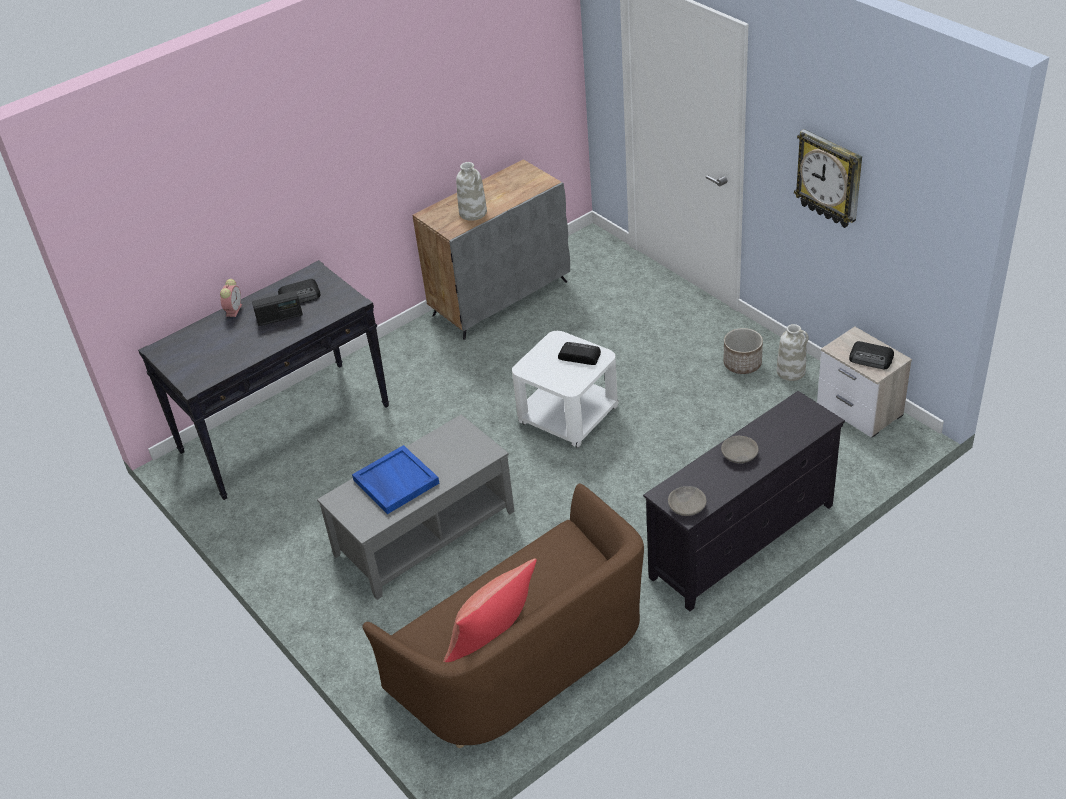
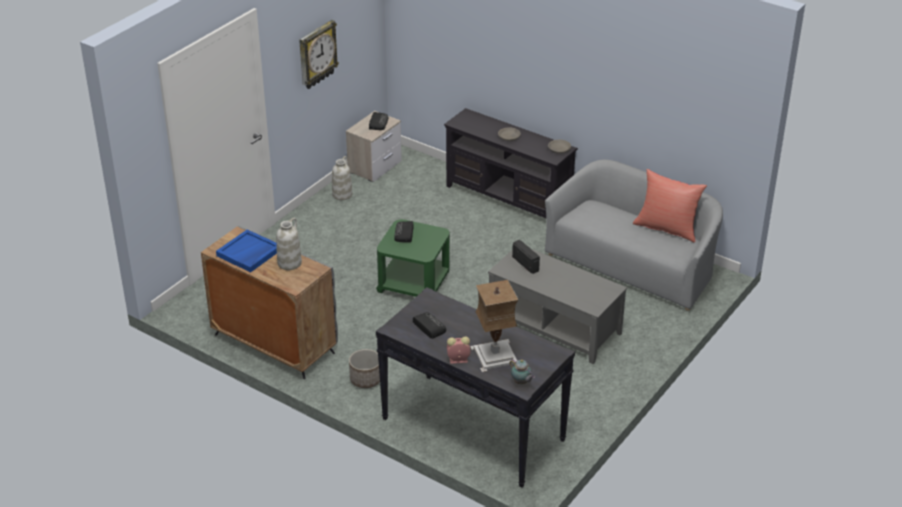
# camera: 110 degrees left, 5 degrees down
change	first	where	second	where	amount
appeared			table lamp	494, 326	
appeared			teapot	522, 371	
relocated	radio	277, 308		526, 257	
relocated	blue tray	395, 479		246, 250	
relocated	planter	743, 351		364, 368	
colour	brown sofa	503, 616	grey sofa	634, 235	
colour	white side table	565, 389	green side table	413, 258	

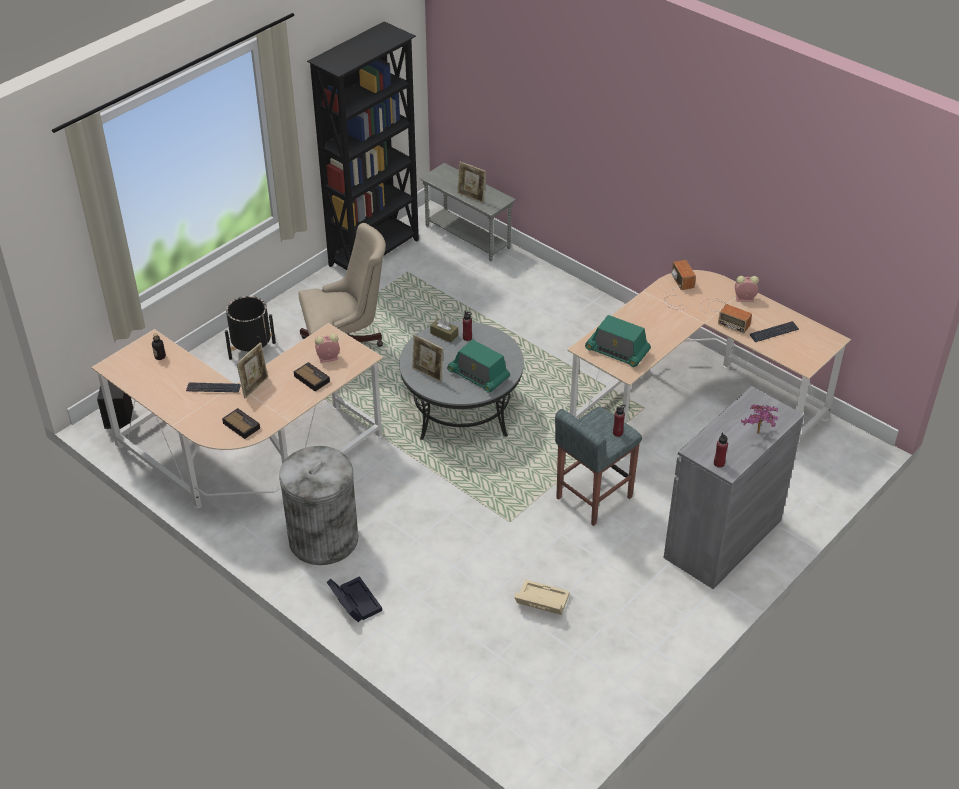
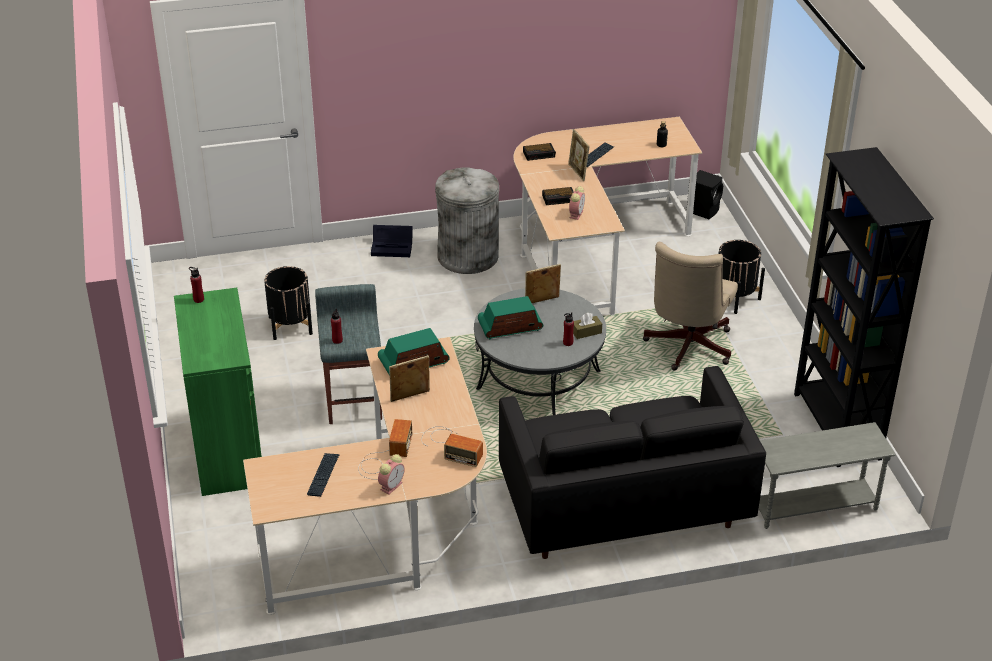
# camera: 125 degrees right, 5 degrees down
change	first	where	second	where	amount
missing	potted plant	759, 418			
appeared			black sofa	632, 462	
relocated	picture frame	471, 182		409, 378	
exchanged	beige storage box	542, 597	black planter	288, 303	
colour	grey cabinet	734, 487	green cabinet	218, 392	
spun	radio	726, 316		385, 449	120 degrees clockwise

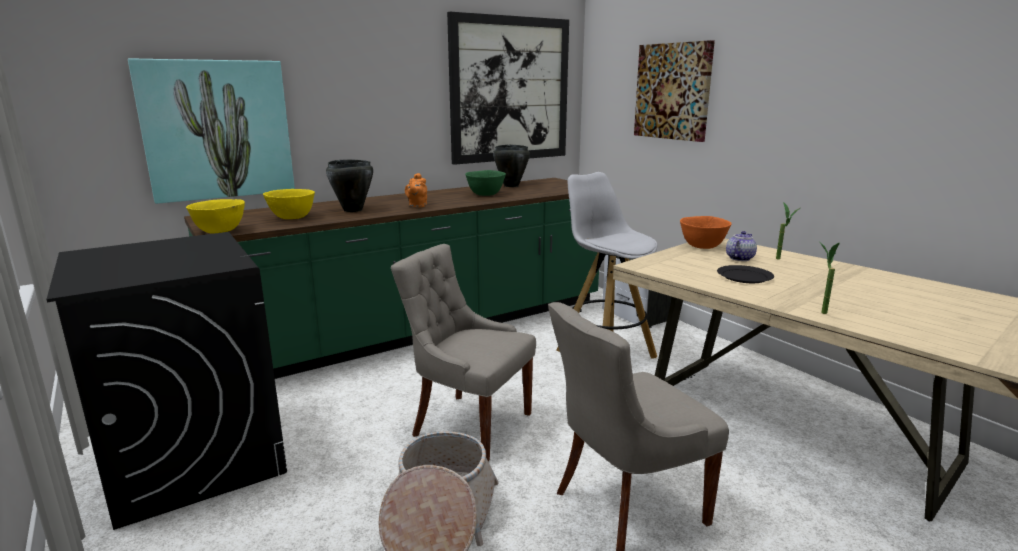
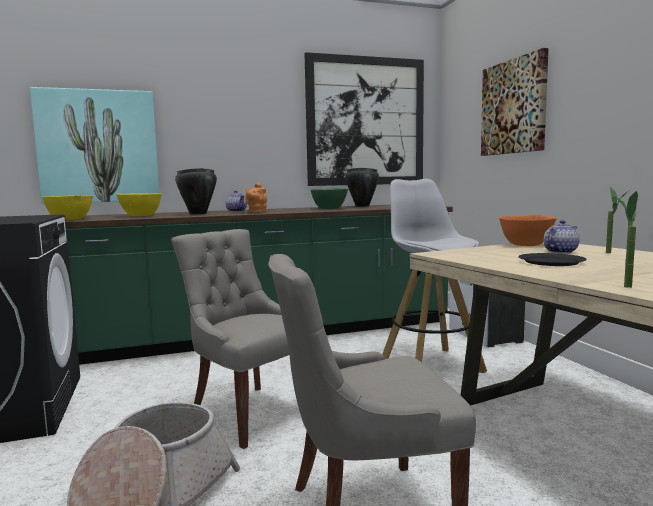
# camera: 15 degrees right, 10 degrees down
change	first	where	second	where	amount
appeared			teapot	236, 201	

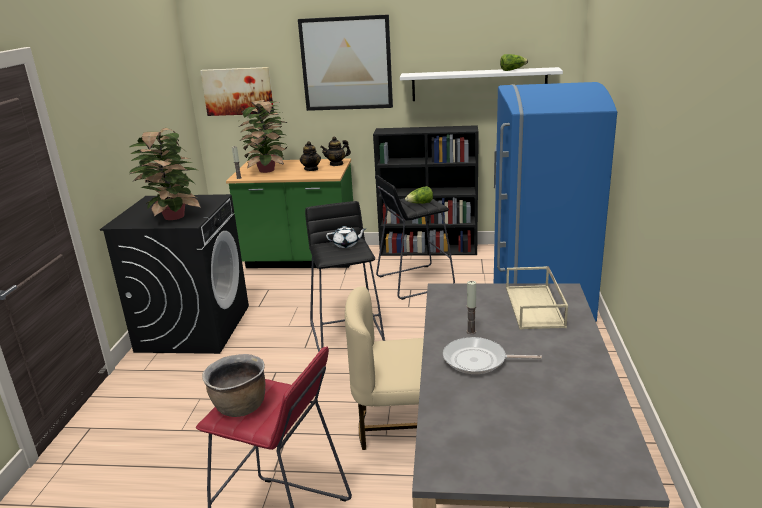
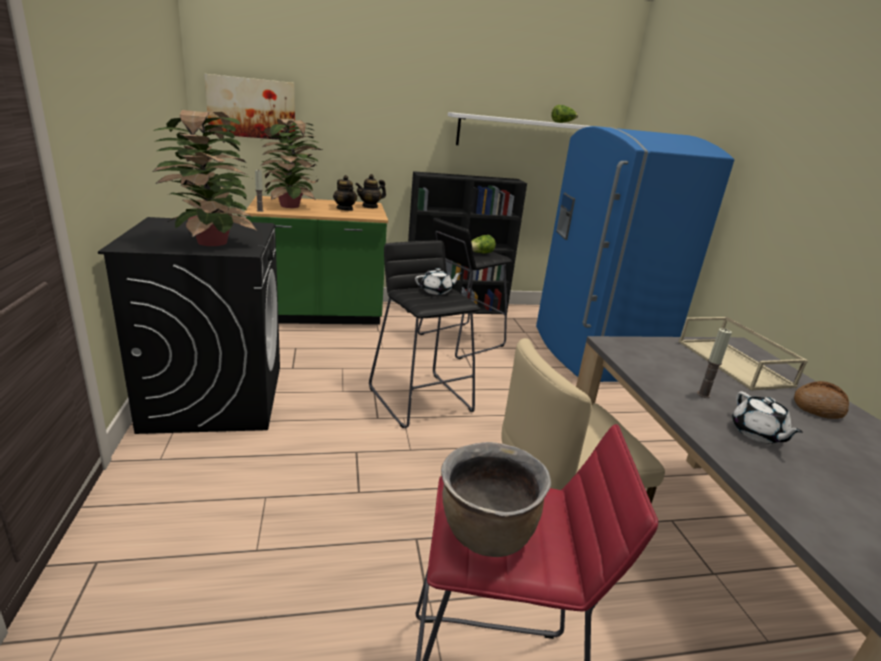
# camera: 20 degrees left, 0 degrees up
change	first	where	second	where	amount
missing	picture	345, 62			
appeared			bread	821, 400	
exchanged	frying pan	492, 355	white teapot	767, 417	

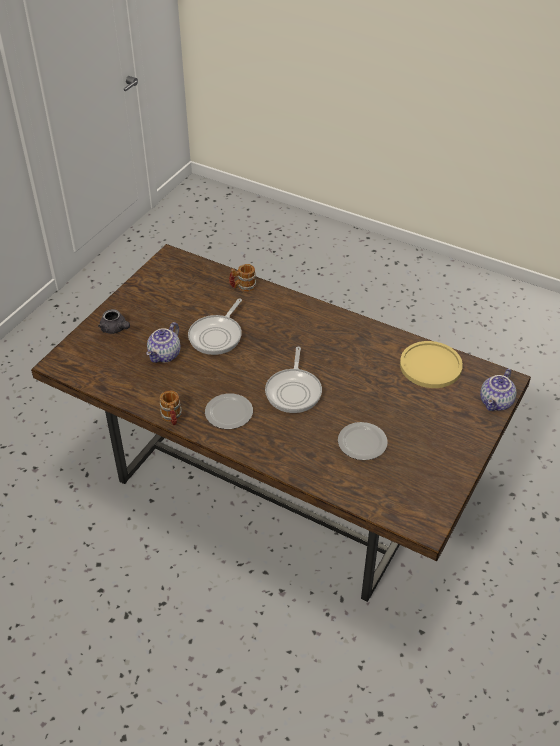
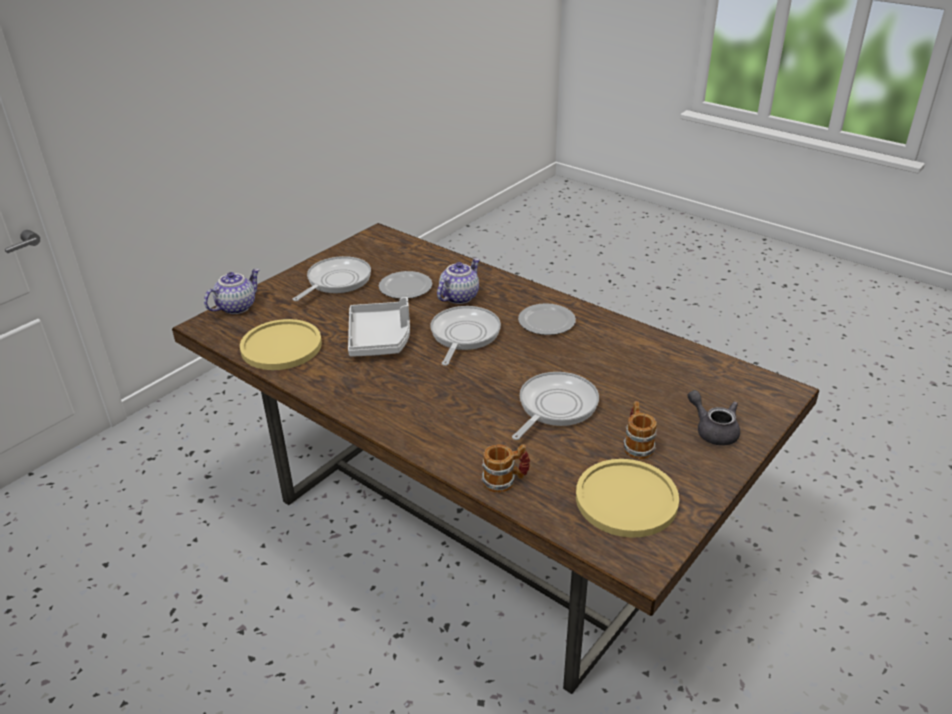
# camera: 170 degrees left, 10 degrees down
change	first	where	second	where	amount
appeared			frying pan	332, 278	
appeared			grey tray	379, 327	
appeared			yellow plate	627, 498	
relocated	teapot	163, 342		458, 281	
relocated	mug	171, 407		640, 430	

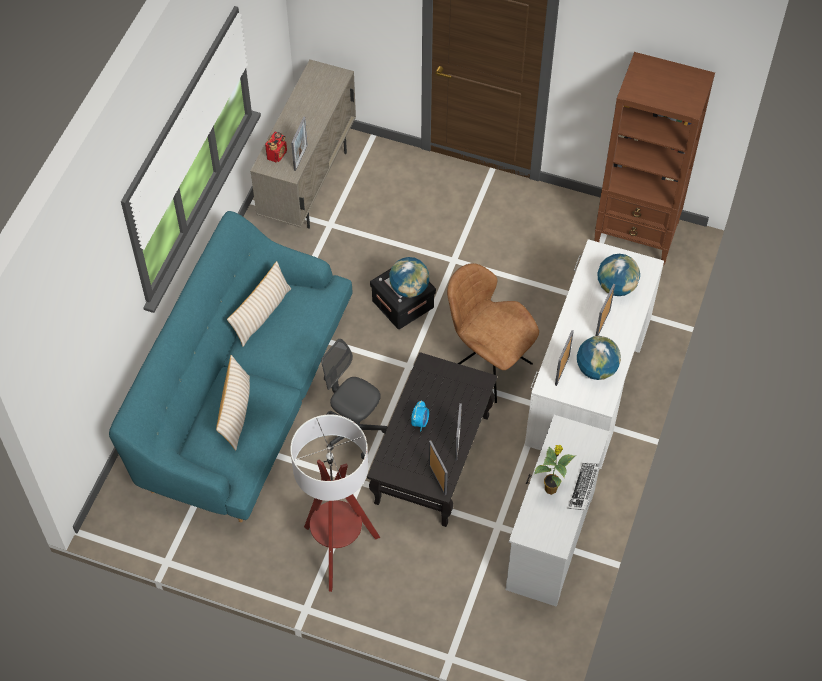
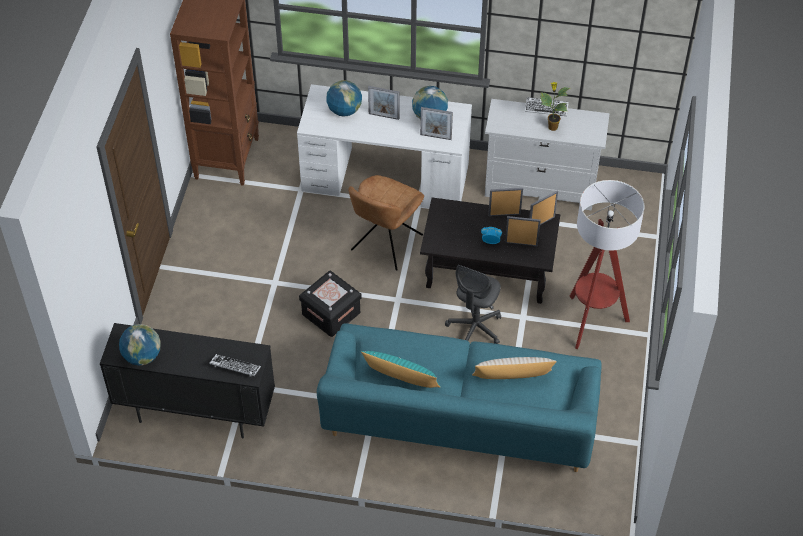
# camera: 100 degrees left, 5 degrees down
change	first	where	second	where	amount
relocated	picture frame	299, 144		523, 231	
relocated	globe	409, 277		140, 345	
exchanged	radio	276, 147	keyboard	235, 365	
colour	beige pillow	259, 304	turquoise pillow	401, 369	
colour	beige cabinet	303, 144	black cabinet	187, 380	

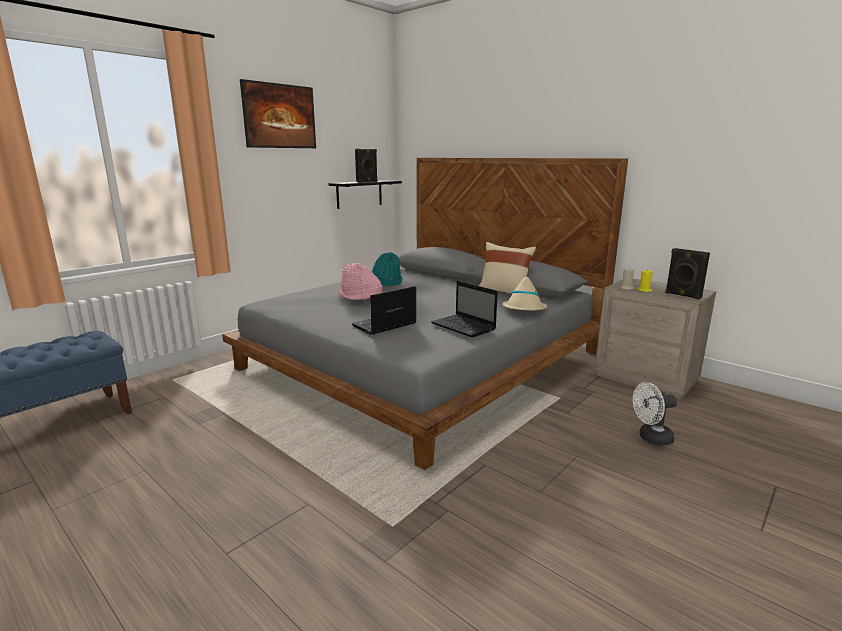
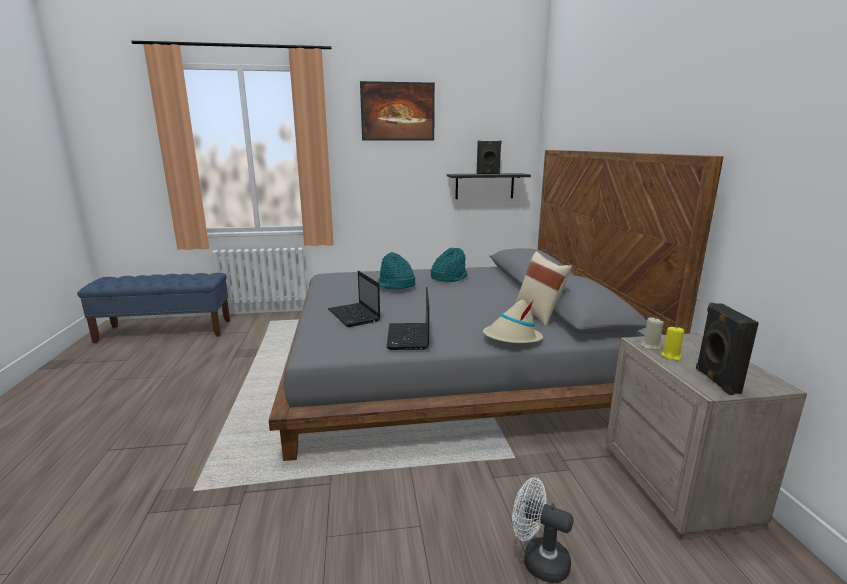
# camera: 40 degrees right, 0 degrees up
change	first	where	second	where	amount
colour	pink hat	360, 281	turquoise hat	396, 270	
spun	laptop	384, 310		354, 299	120 degrees counterclockwise

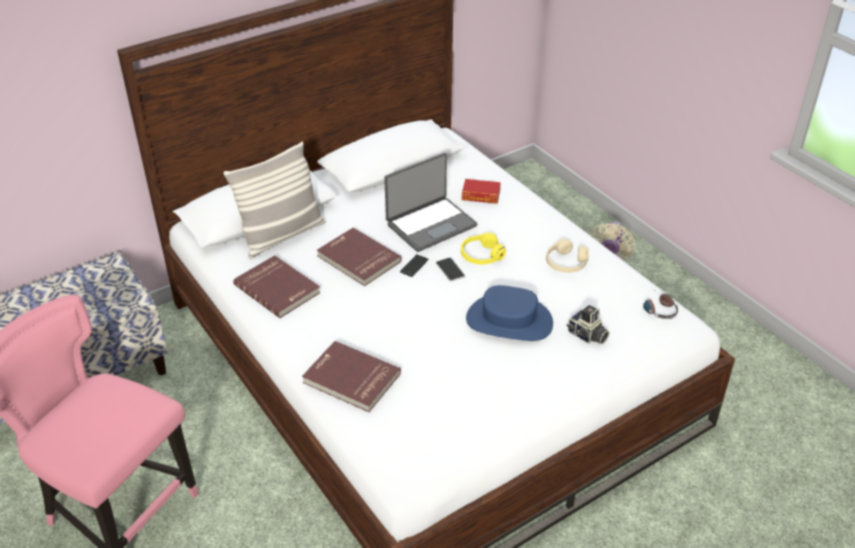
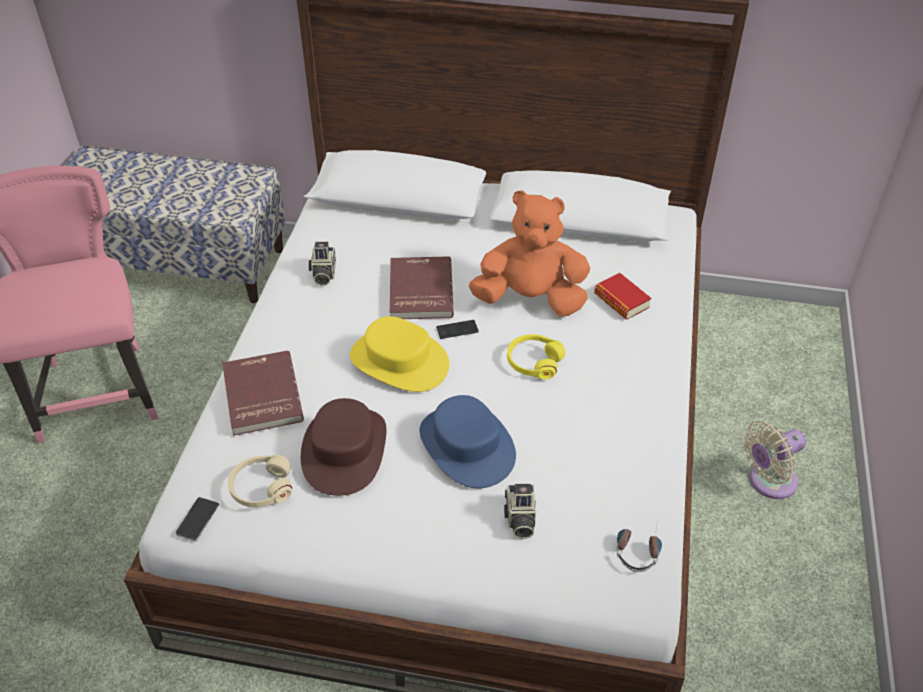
# camera: 45 degrees right, 5 degrees up
change	first	where	second	where	amount
missing	pillow	274, 200			
appeared			brown hat	343, 447	
appeared			yellow hat	399, 354	
relocated	phone	450, 269		197, 519	
relocated	beige headphones	567, 256		260, 481	
exchanged	red book	277, 286	photo camera	322, 264	
exchanged	laptop	430, 202	orange plush toy	529, 253	

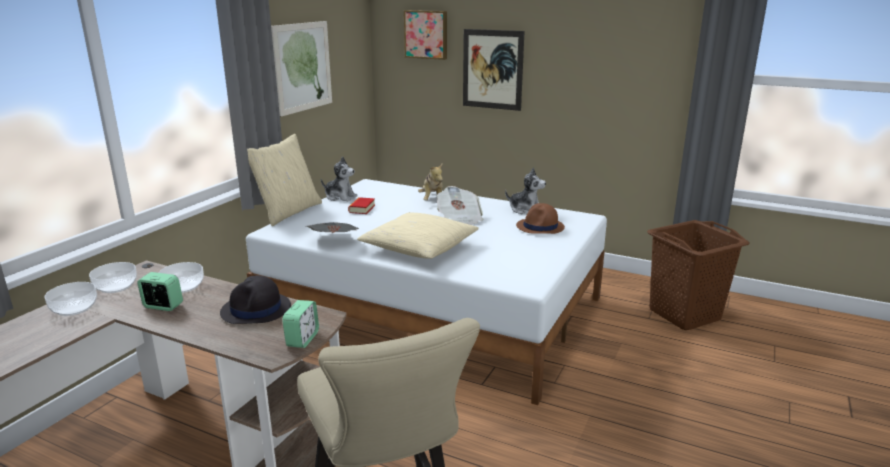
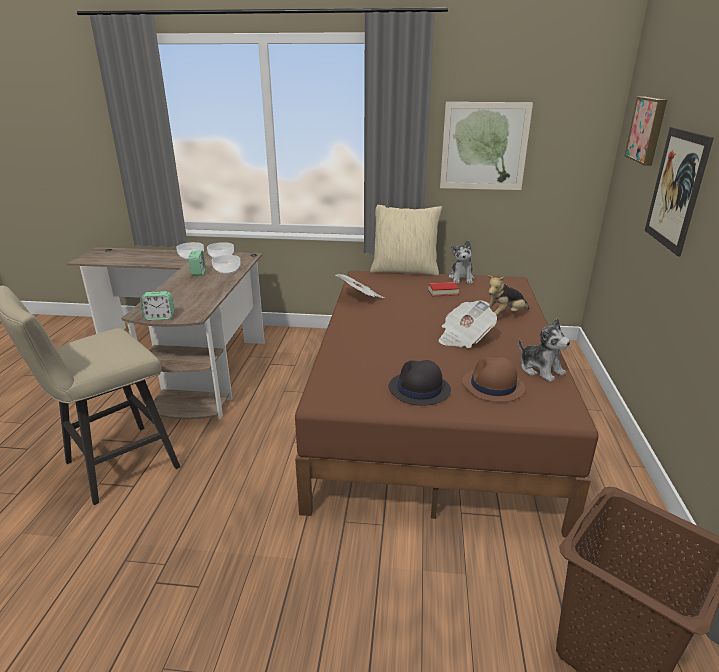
# camera: 70 degrees right, 5 degrees up
change	first	where	second	where	amount
missing	beige pillow	418, 235			
relocated	black hat	255, 300		419, 383	
colour	white bed	426, 292	brown bed	447, 404	
spun	plush toy	525, 190		544, 350	45 degrees counterclockwise

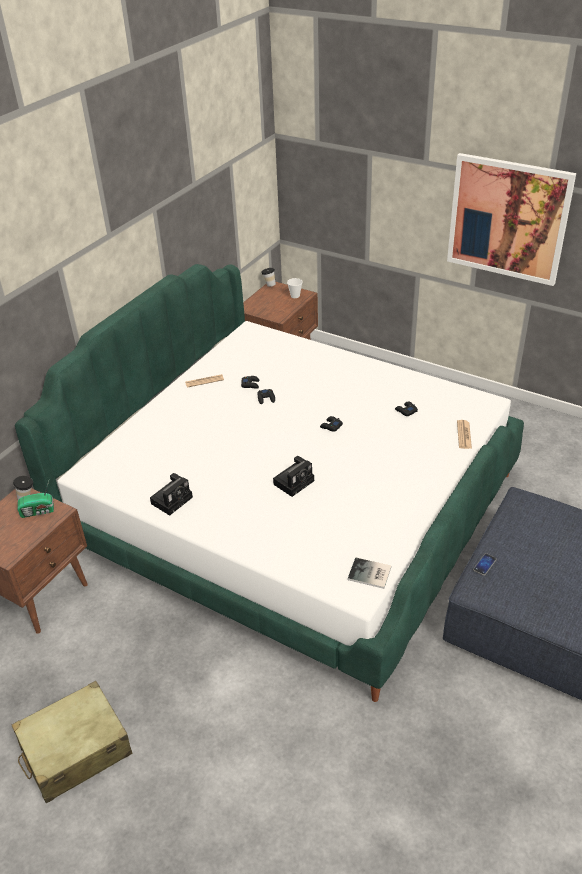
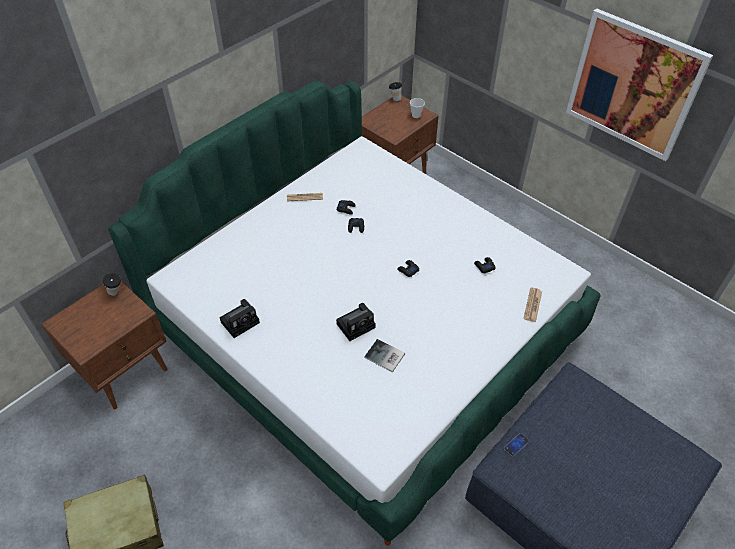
# camera: 10 degrees right, 10 degrees up
change	first	where	second	where	amount
missing	radio	35, 499			
relocated	book	369, 573		384, 355	

